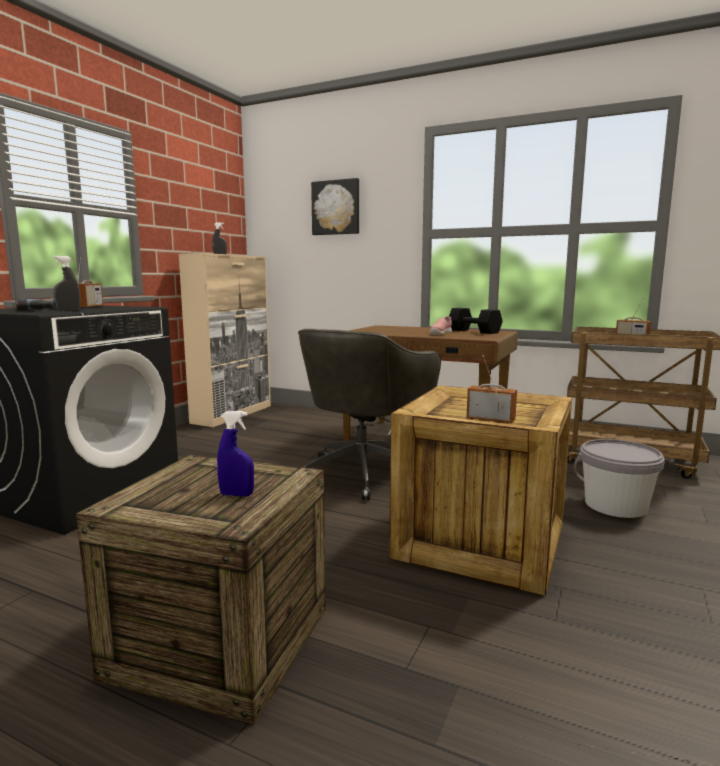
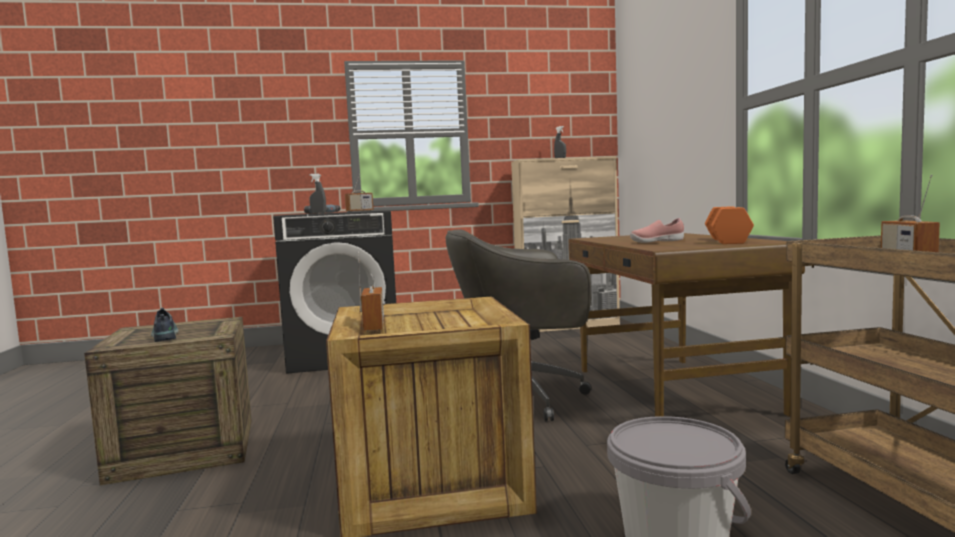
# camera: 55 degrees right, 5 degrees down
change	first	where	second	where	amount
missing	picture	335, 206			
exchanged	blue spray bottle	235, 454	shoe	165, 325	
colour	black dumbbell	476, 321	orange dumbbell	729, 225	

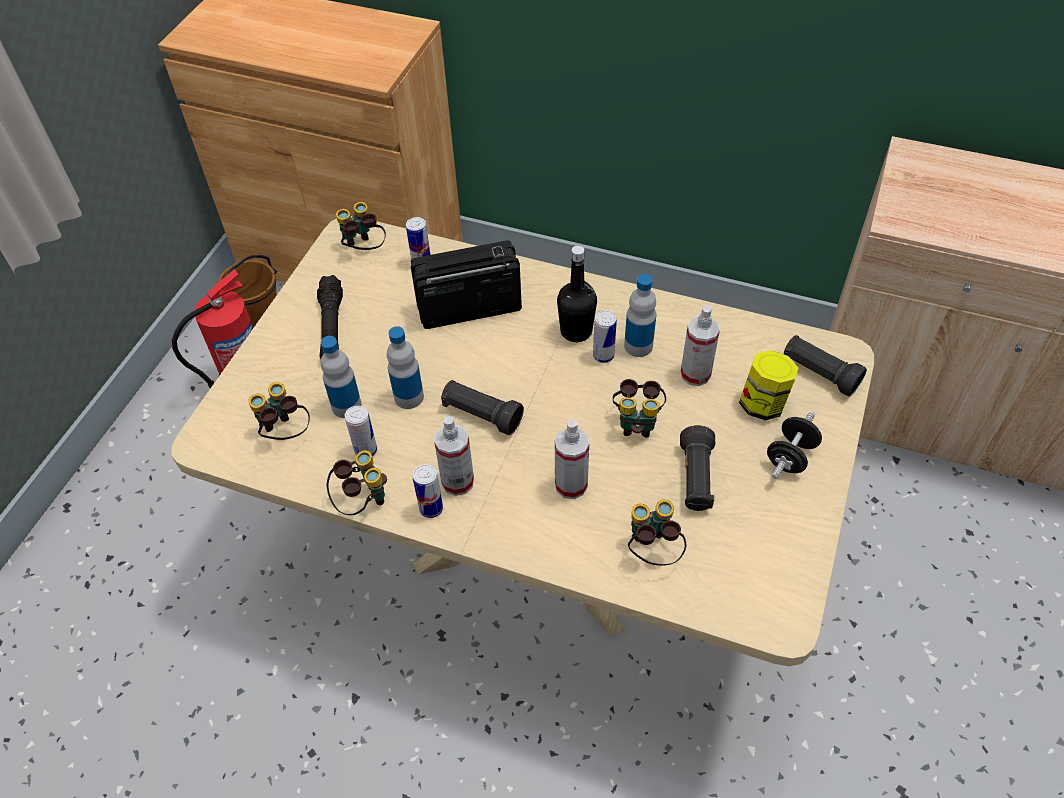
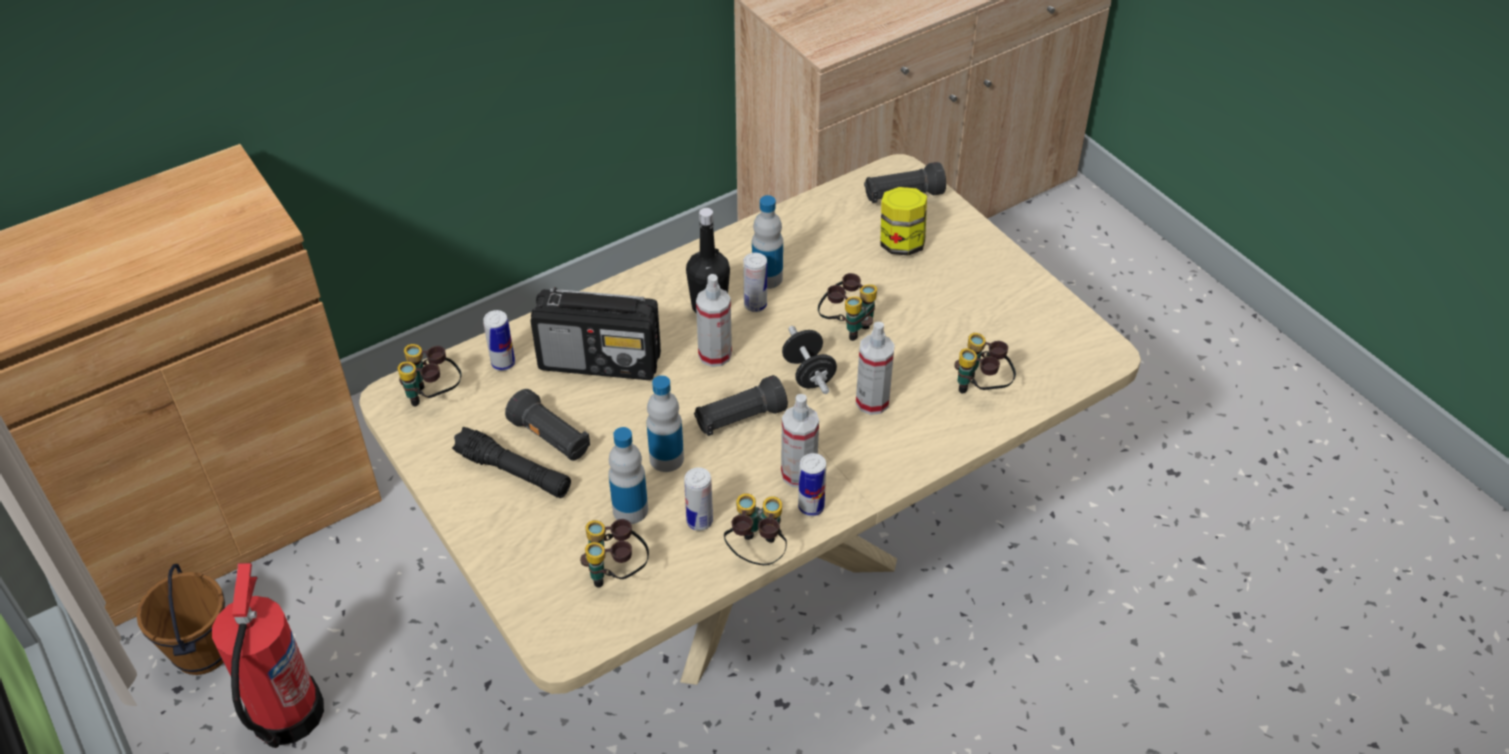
# camera: 55 degrees left, 5 degrees down
change	first	where	second	where	amount
relocated	black flashlight	697, 468		547, 425	
relocated	spray bottle	700, 345		714, 320	
relocated	black dumbbell	794, 445		809, 360	
spun	radio	466, 284		596, 333	105 degrees counterclockwise

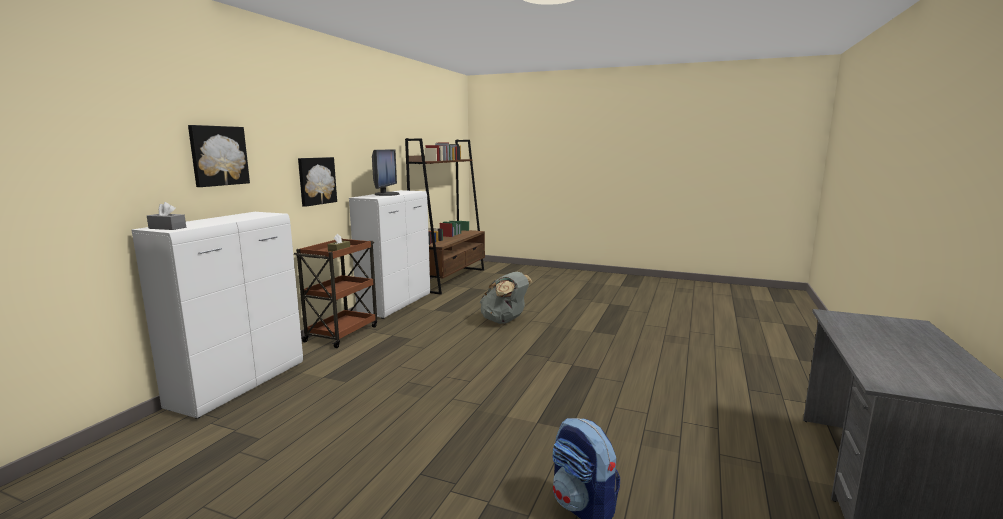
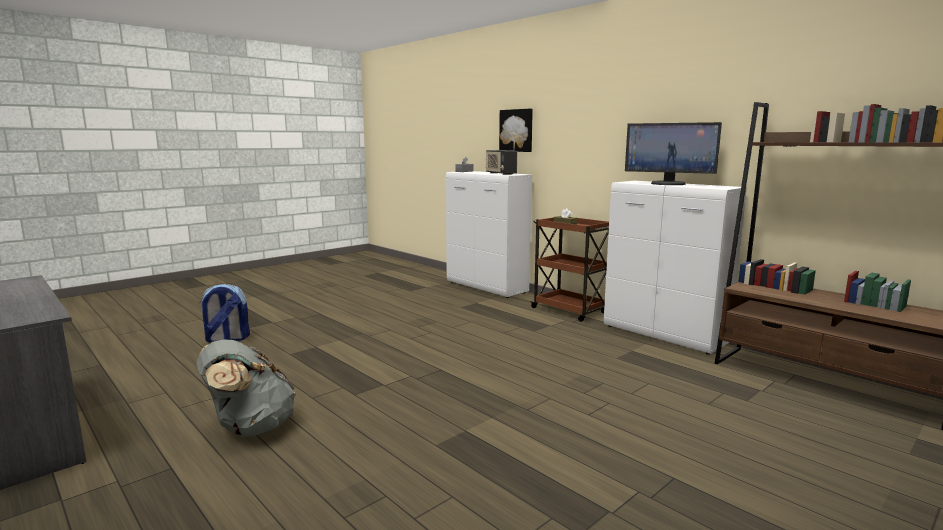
# camera: 115 degrees right, 0 degrees up
change	first	where	second	where	amount
missing	picture	317, 182			
appeared			radio	501, 162	
relocated	grey backpack	506, 298		246, 388	

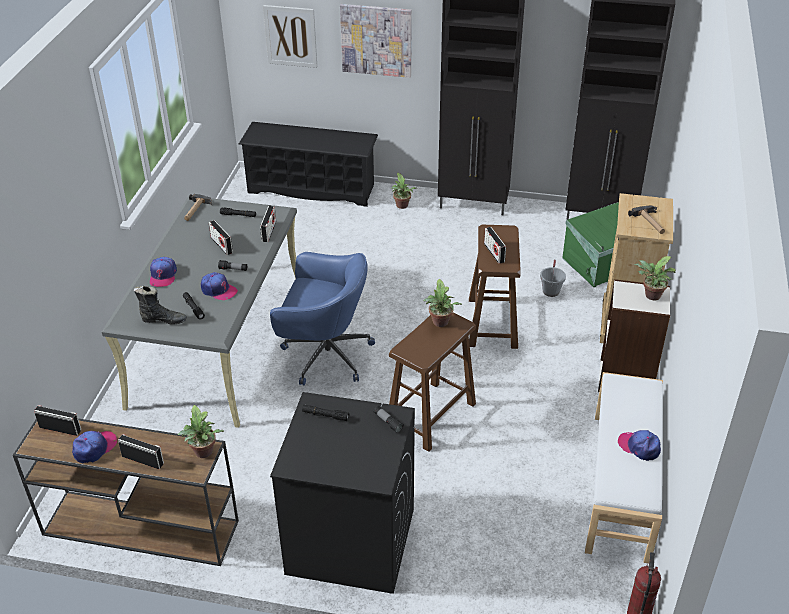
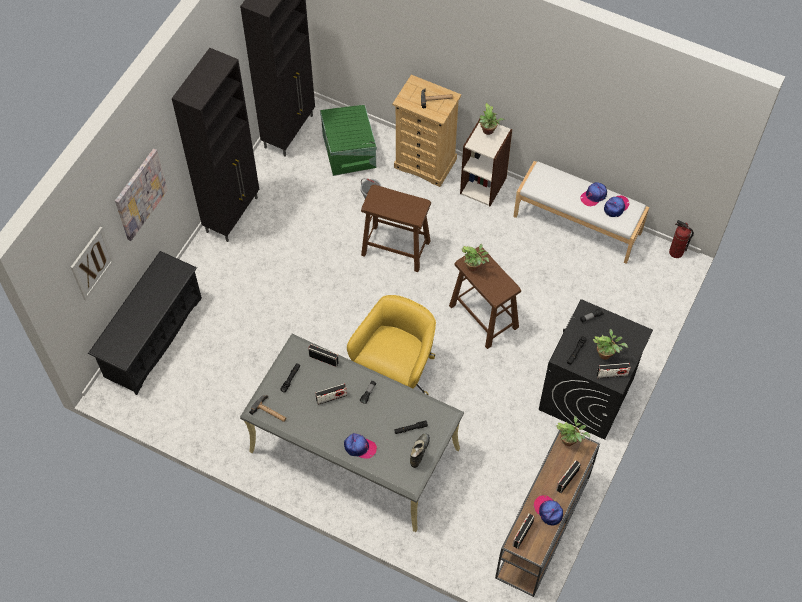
# camera: 75 degrees left, 20 degrees up
change	first	where	second	where	amount
relocated	cap	219, 286		616, 206	
relocated	potted plant	405, 191		610, 344	
relocated	radio	495, 245		613, 371	
colour	blue office chair	322, 318	yellow office chair	391, 345	

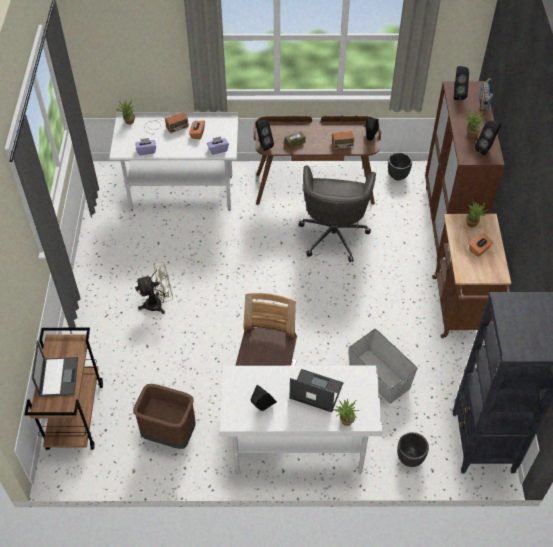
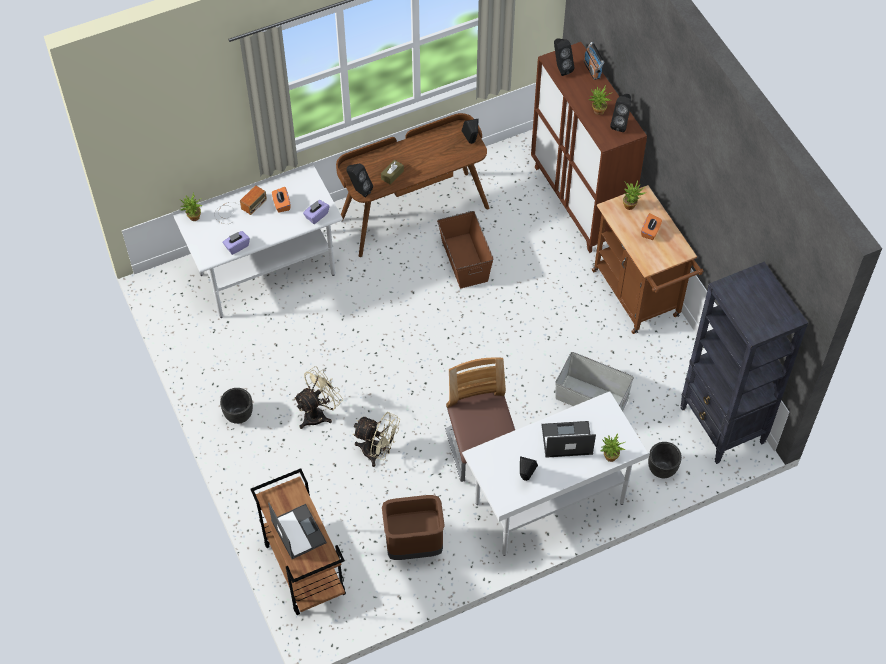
# camera: 25 degrees left, 5 degrees up
change	first	where	second	where	amount
missing	radio	332, 140			
appeared			beige fan	376, 439	
relocated	black planter	400, 166		236, 406	
exchanged	grey office chair	337, 213	brown storage box	465, 249	

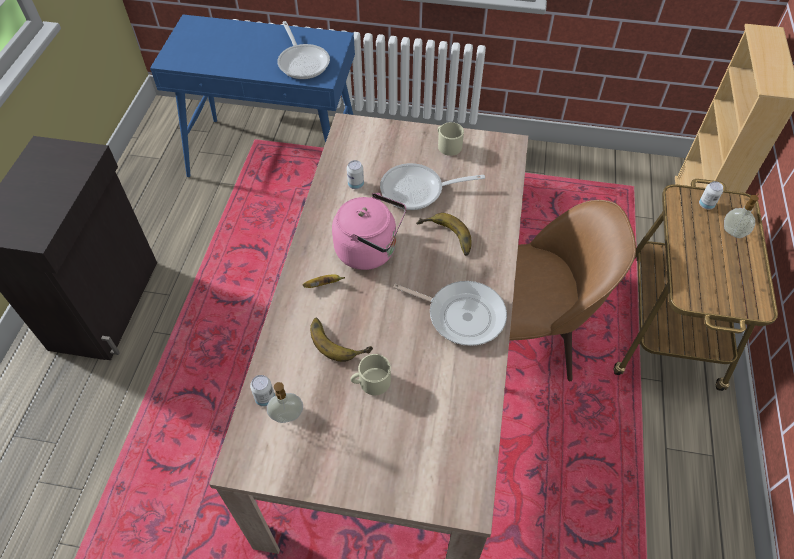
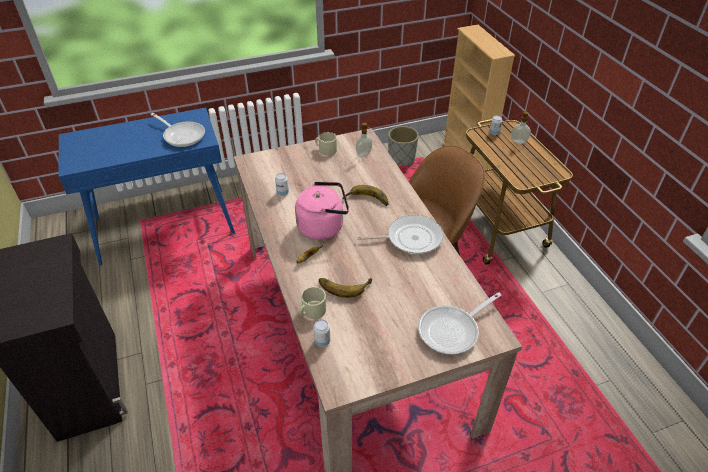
# camera: 30 degrees left, 10 degrees down
change	first	where	second	where	amount
appeared			grey planter	403, 146	
relocated	soap dispenser	285, 402		364, 140	
relocated	beige mug	370, 374		312, 303	
relocated	frying pan	432, 186		460, 323	

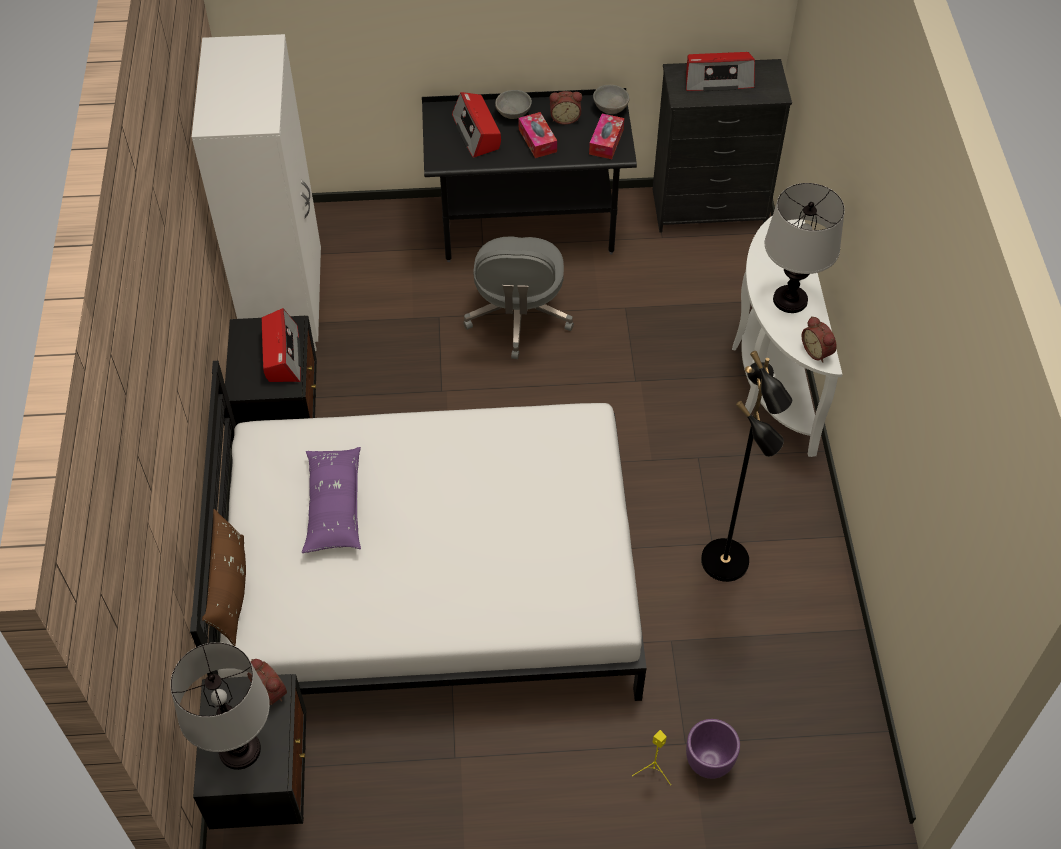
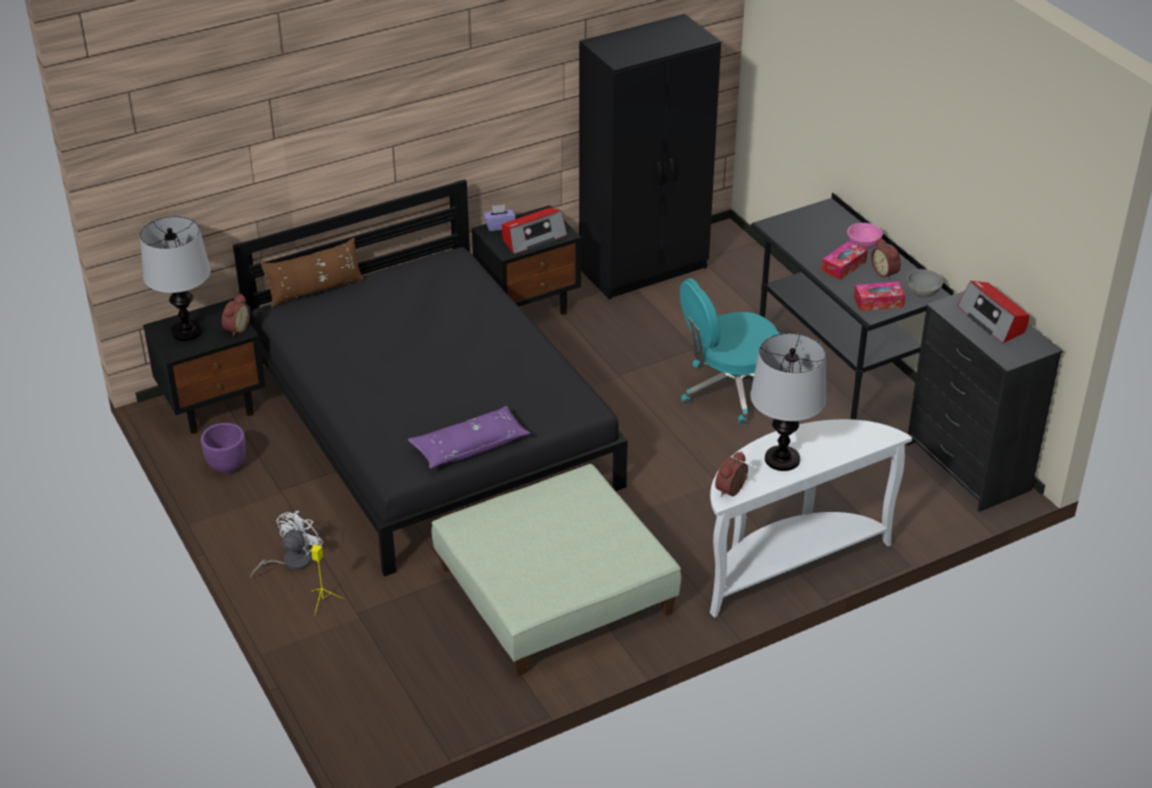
# camera: 65 degrees right, 15 degrees down
change	first	where	second	where	amount
missing	radio	476, 125			
appeared			white fan	287, 545	
appeared			purple tissue box	499, 218	
relocated	purple pillow	331, 500		469, 437	
relocated	purple planter	713, 749		223, 448	
exchanged	black floor lamp	746, 466	green ottoman	556, 570	
colour	white bed	418, 531	black bed	430, 377	
colour	white wardrobe	256, 192	black wardrobe	650, 156	
colour	grey office chair	518, 297	turquoise office chair	730, 351	
colour	grey bowl	513, 104	pink bowl	865, 235	

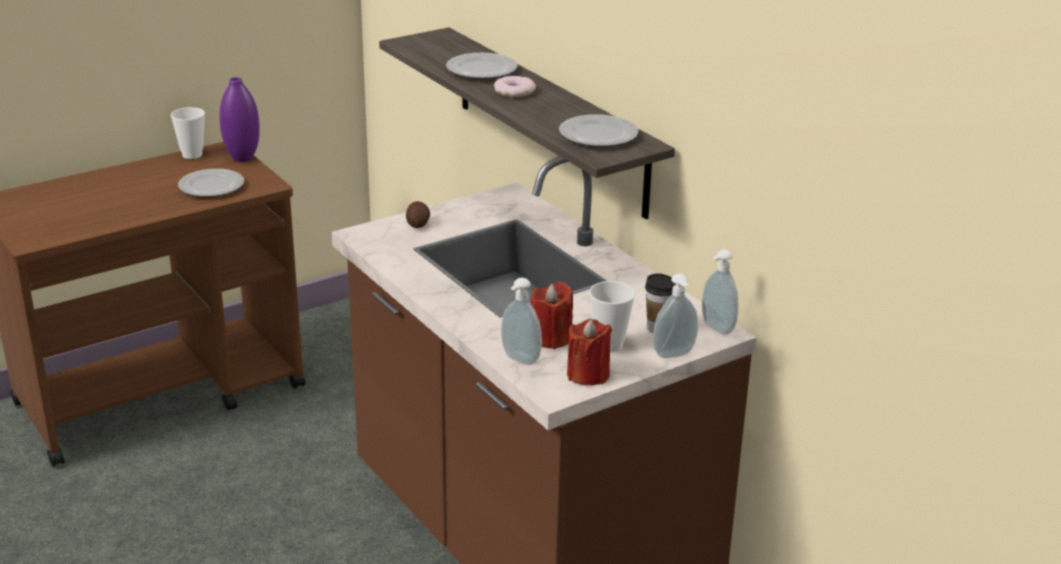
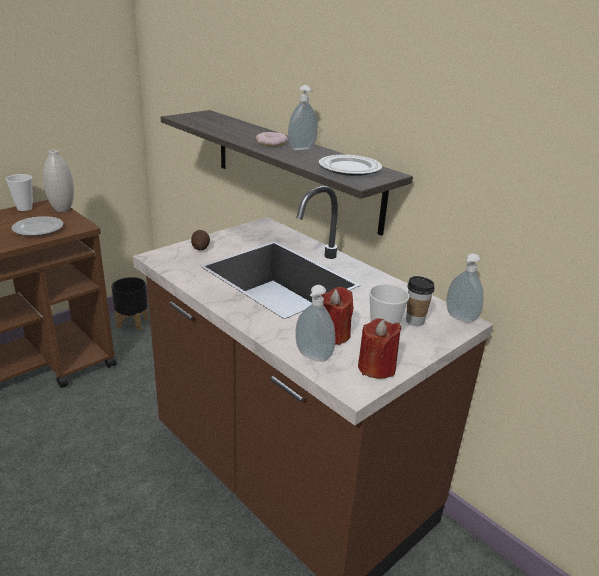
# camera: 10 degrees left, 0 degrees up
change	first	where	second	where	amount
missing	plate	482, 66			
appeared			black planter	130, 304	
relocated	soap dispenser	675, 316		303, 117	
colour	purple vase	239, 119	white vase	58, 181	

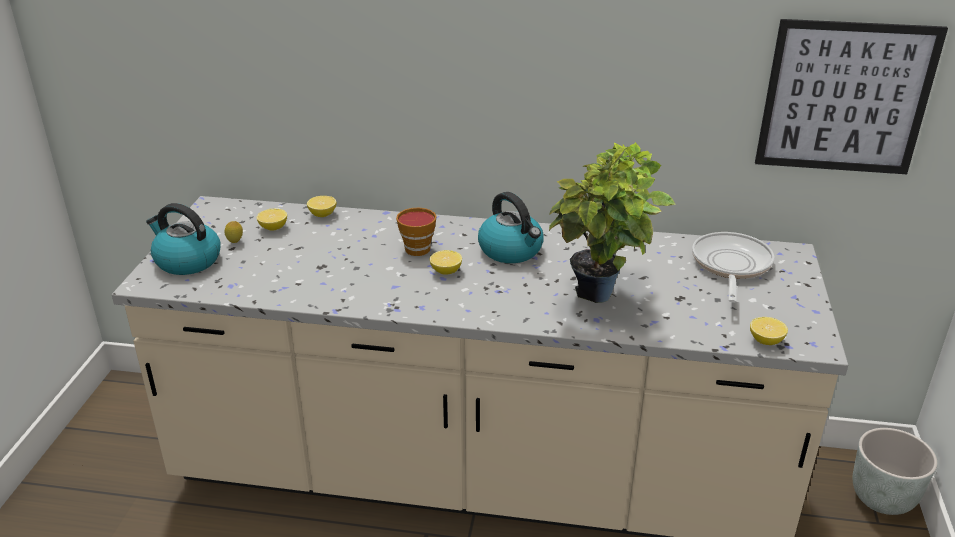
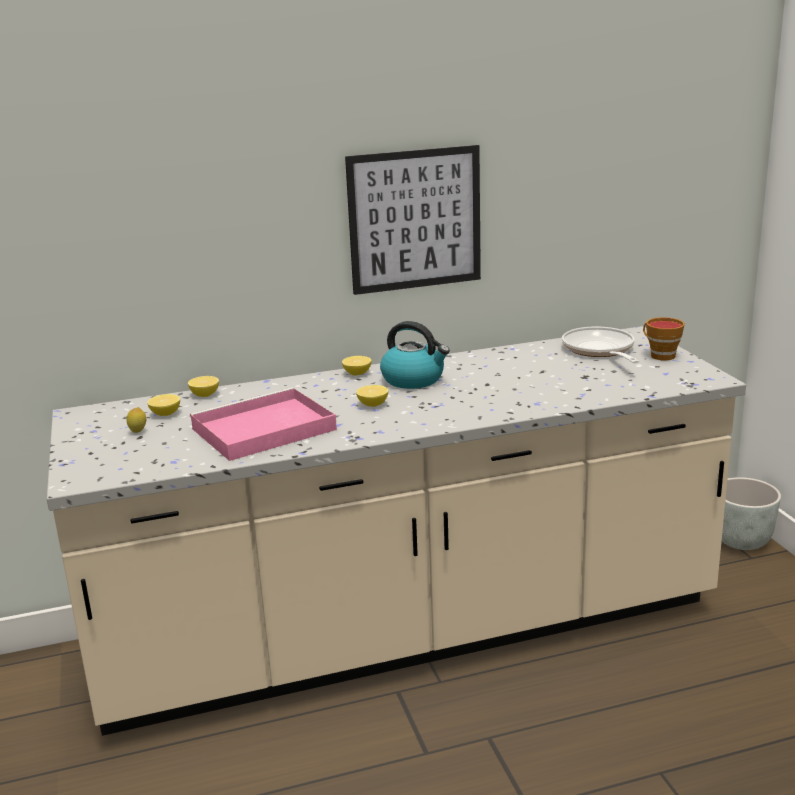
# camera: 25 degrees left, 10 degrees down
change	first	where	second	where	amount
missing	kettle	183, 239			
missing	potted plant	612, 222			
appeared			pink tray	263, 424	
relocated	cup	416, 232		664, 338	
relocated	lemon	769, 331		357, 366	
relocated	picture	851, 96		413, 220	

